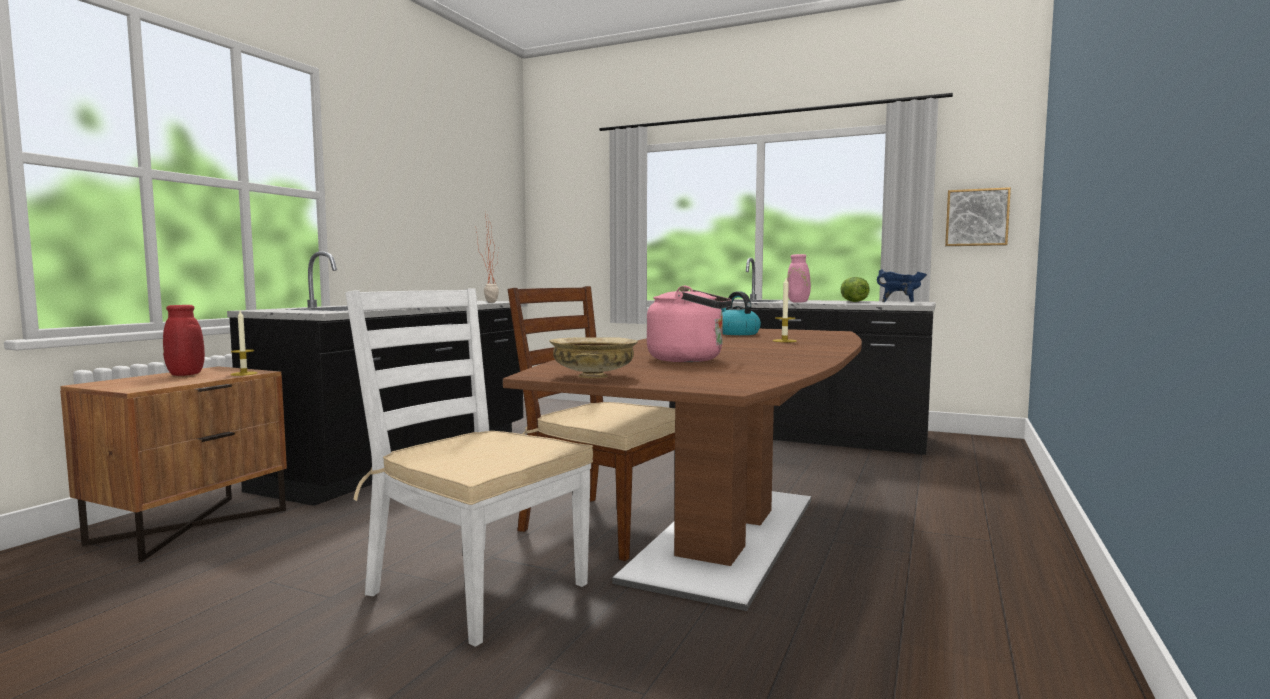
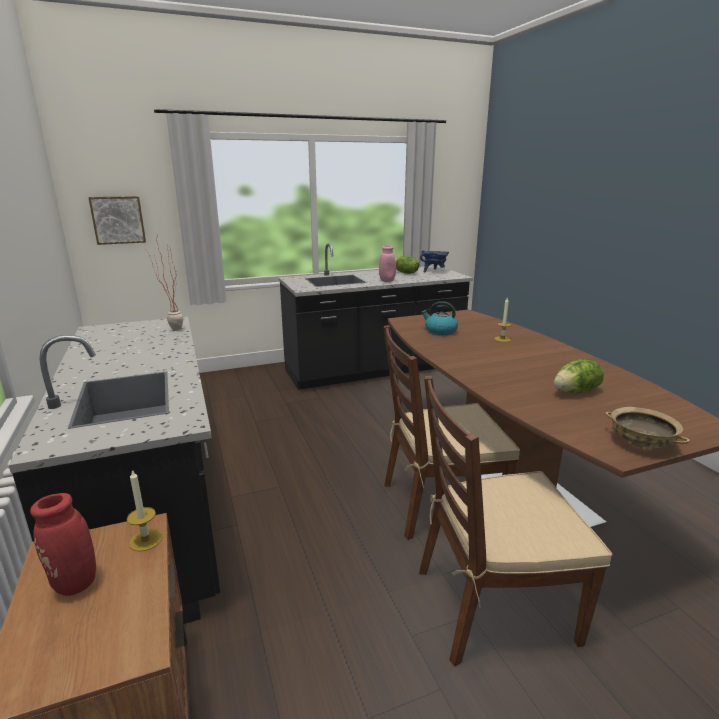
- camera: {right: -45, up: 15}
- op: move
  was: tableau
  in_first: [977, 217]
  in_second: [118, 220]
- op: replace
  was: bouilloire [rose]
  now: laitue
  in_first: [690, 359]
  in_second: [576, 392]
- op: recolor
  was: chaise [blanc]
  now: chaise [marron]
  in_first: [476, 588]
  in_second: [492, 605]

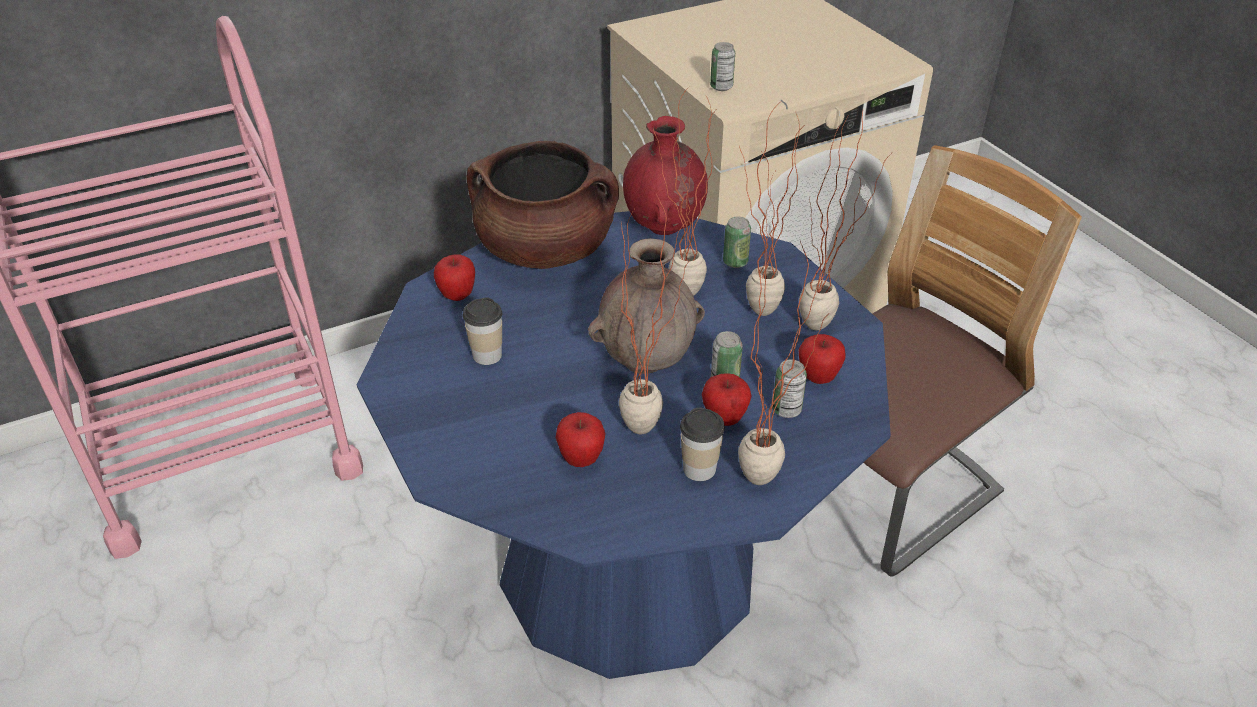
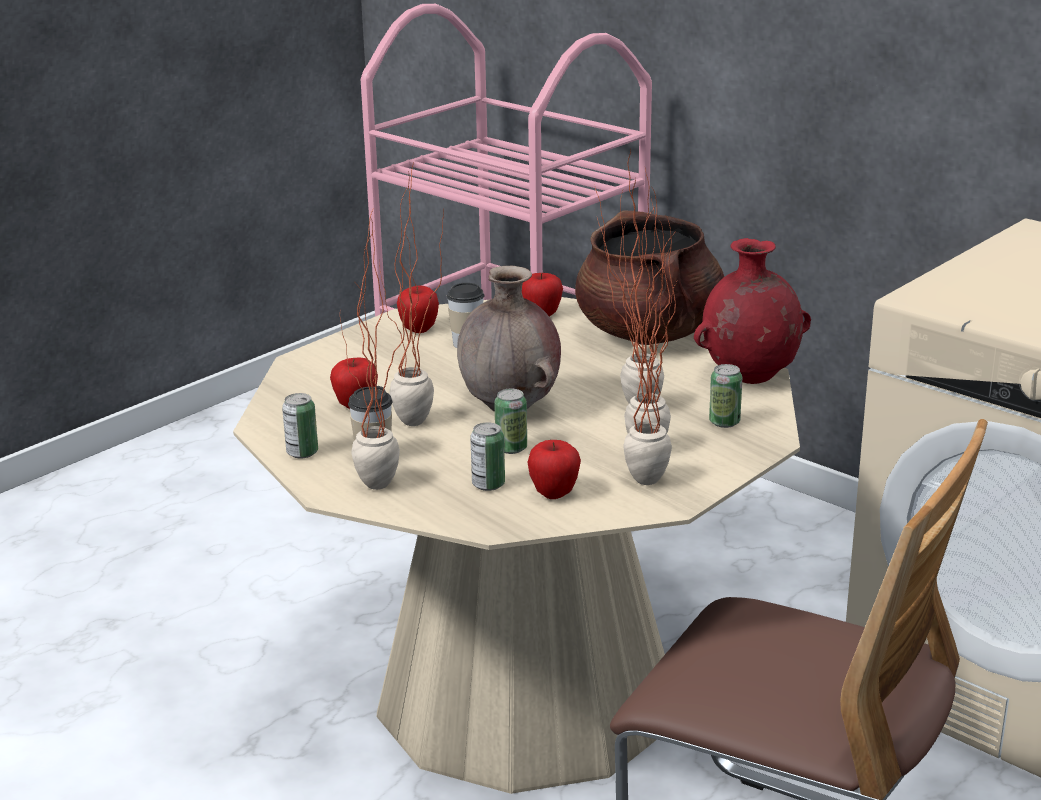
- camera: {right: 70, up: -15}
- op: move
  was: boîte métallique
  in_first: [721, 87]
  in_second: [302, 453]
- op: recolor
  was: table à manger [bleu]
  now: table à manger [beige]
  in_first: [628, 566]
  in_second: [526, 694]
- op: move
  was: pomme
  in_first: [724, 419]
  in_second: [419, 330]

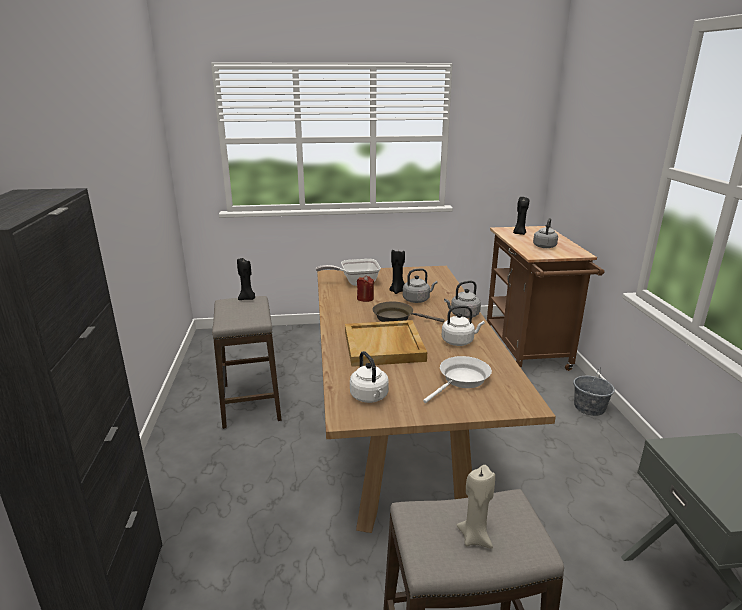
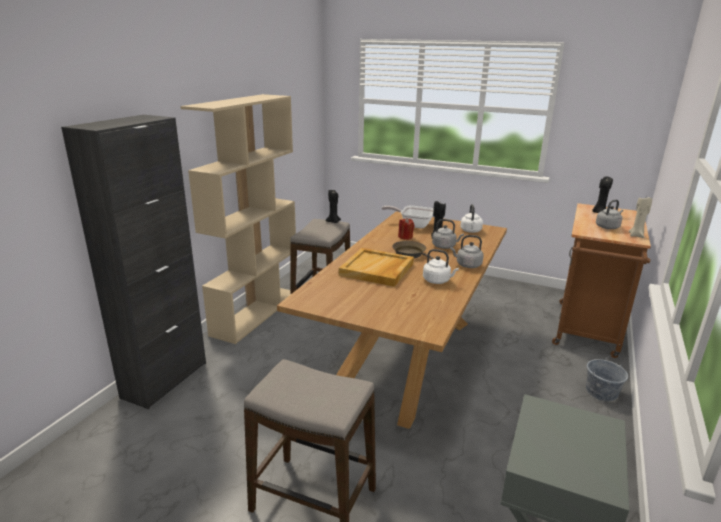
- camera: {right: 30, up: 0}
- op: move
  was: bouilloire [blanc]
  in_first: [370, 397]
  in_second: [471, 231]
- op: delete
  was: poêle [blanc]
  in_first: [462, 380]
- op: move
  was: bougie [beige]
  in_first: [475, 537]
  in_second: [636, 235]
- op: insert
  now: bibliothèque [beige]
  in_second: [256, 312]

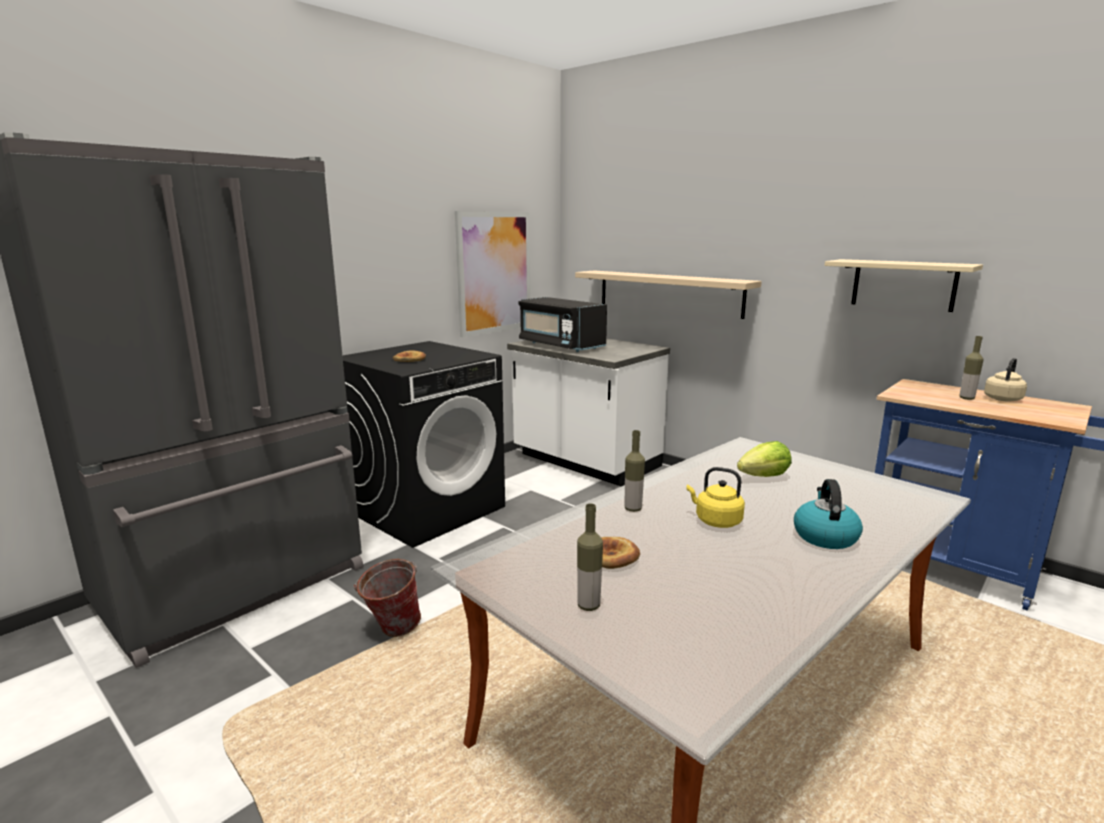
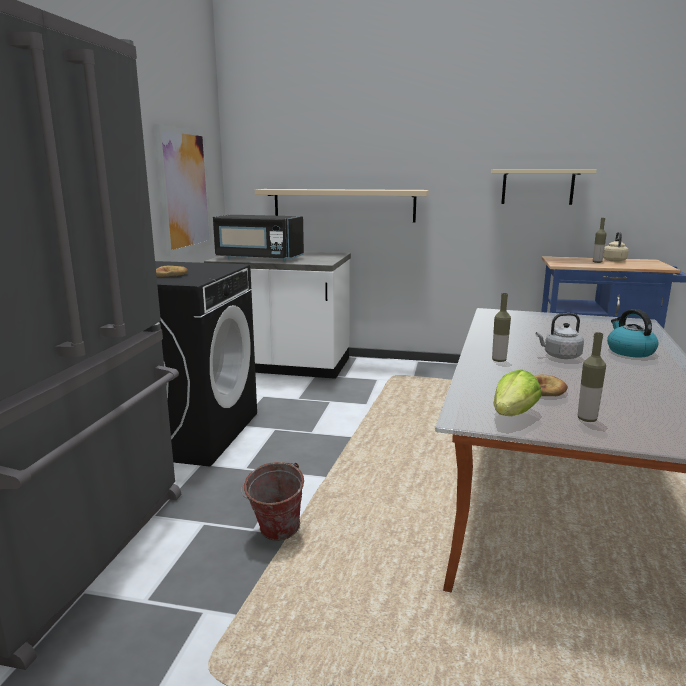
- camera: {right: -30, up: 0}
- op: move
  was: laitue
  in_first: [764, 477]
  in_second: [513, 415]
- op: recolor
  was: bouilloire [jaune]
  now: bouilloire [gris]
  in_first: [715, 521]
  in_second: [560, 356]

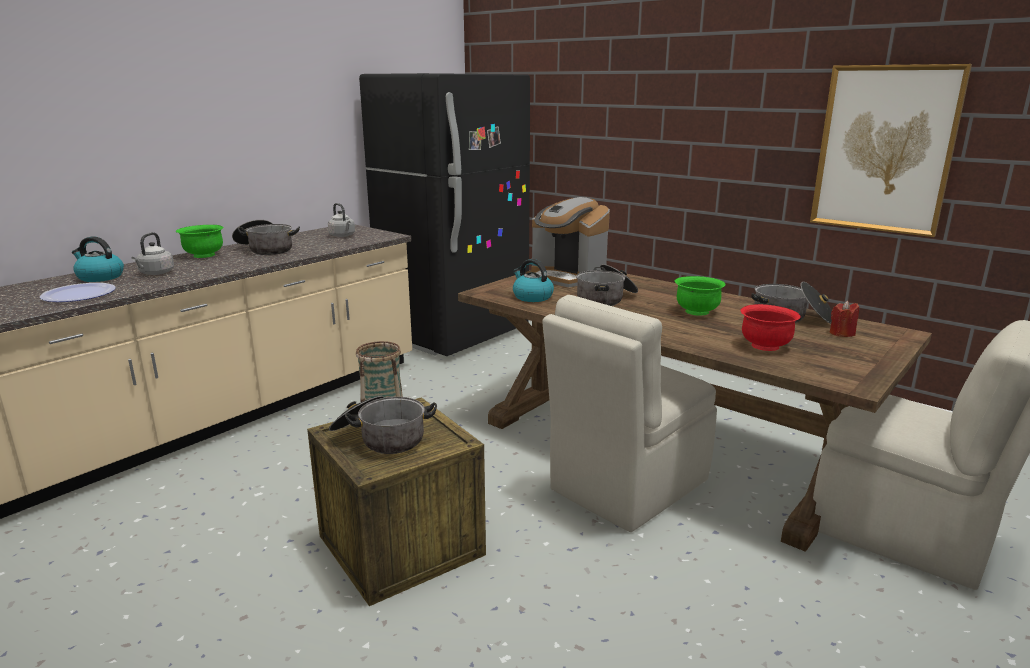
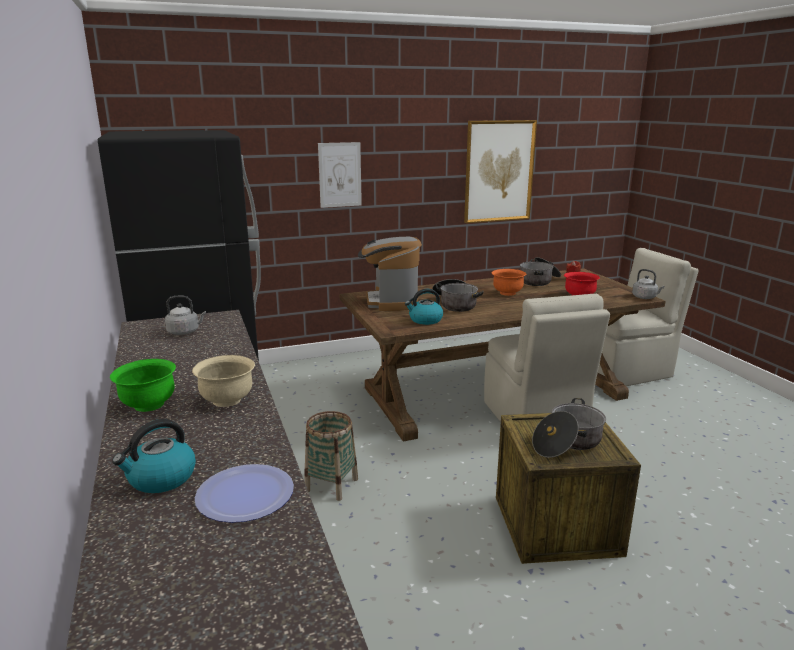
- camera: {right: -60, up: 0}
- op: rotate
  was: machine à café
  in_first: [568, 278]
  in_second: [391, 301]
  clockwise: 105
- op: delete
  was: marmite
  in_first: [266, 249]
- op: move
  was: bouilloire [gris]
  in_first: [155, 273]
  in_second: [645, 297]
- op: recolor
  was: bol [vert]
  now: bol [orange]
  in_first: [697, 312]
  in_second: [507, 293]
- op: insert
  now: tableau
  in_second: [340, 175]
- op: insert
  now: bol [beige]
  in_second: [227, 400]

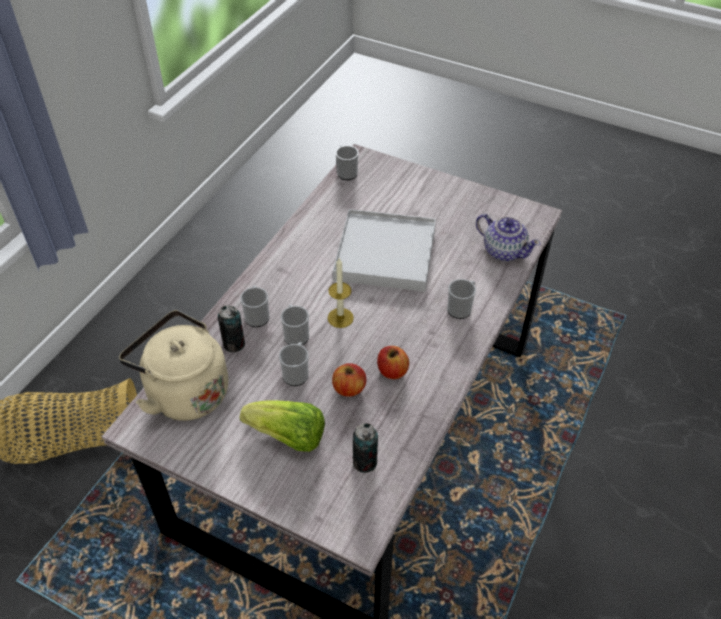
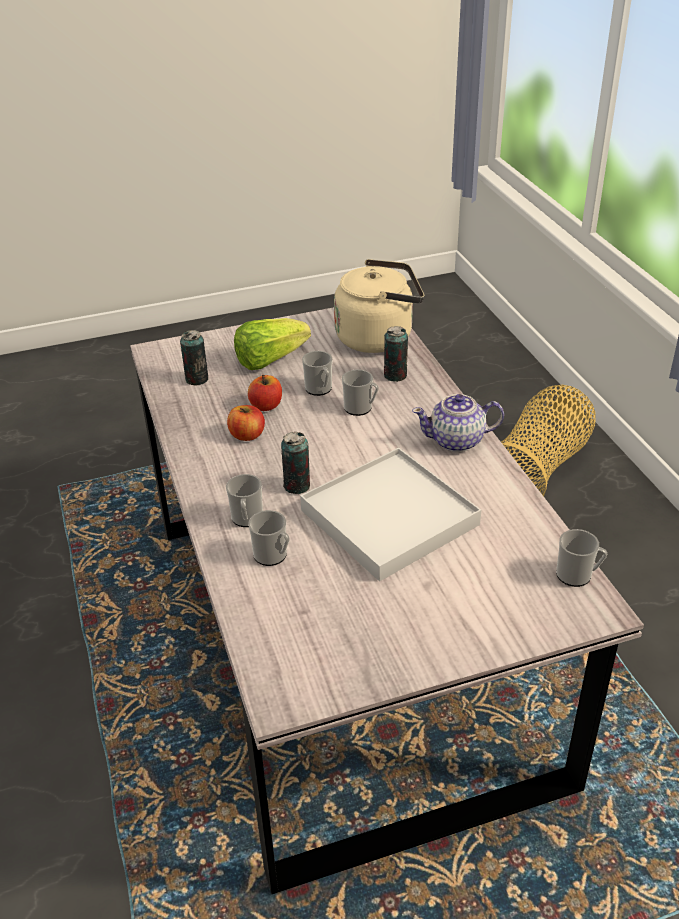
- camera: {right: 135, up: -10}
- op: move
  was: théière
  in_first: [503, 250]
  in_second: [457, 441]
- op: delete
  was: bougie
  in_first: [340, 318]
- op: move
  was: mug
  in_first: [257, 316]
  in_second: [273, 556]
- op: insert
  now: boîte métallique
  in_second: [297, 486]

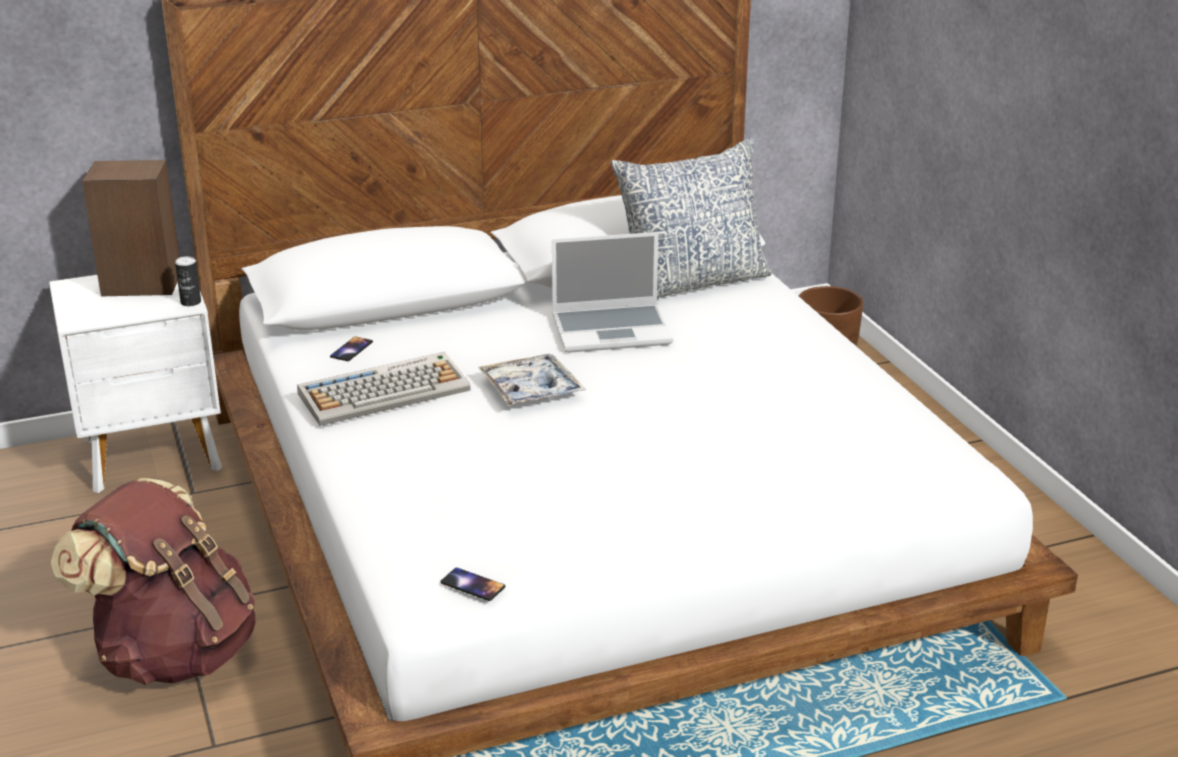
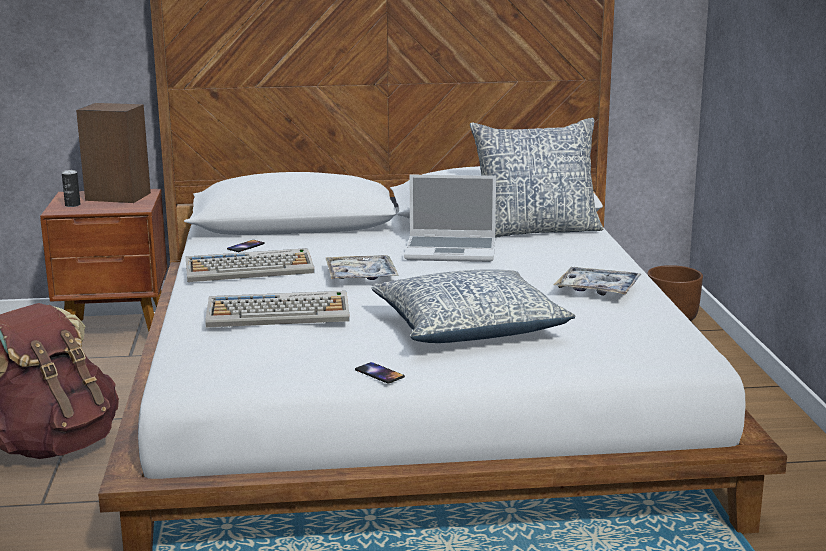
- camera: {right: 15, up: -10}
- op: move
  was: boîte métallique
  in_first: [191, 302]
  in_second: [72, 205]
- op: recolor
  was: table de chevet [blanc]
  now: table de chevet [marron]
  in_first: [154, 455]
  in_second: [117, 332]
- op: move
  was: téléphone
  in_first: [473, 585]
  in_second: [379, 373]
- op: insert
  now: plateau
  in_second: [597, 289]
- op: insert
  now: coussin
  in_second: [469, 328]
- op: insert
  now: clavier
  in_second: [279, 312]

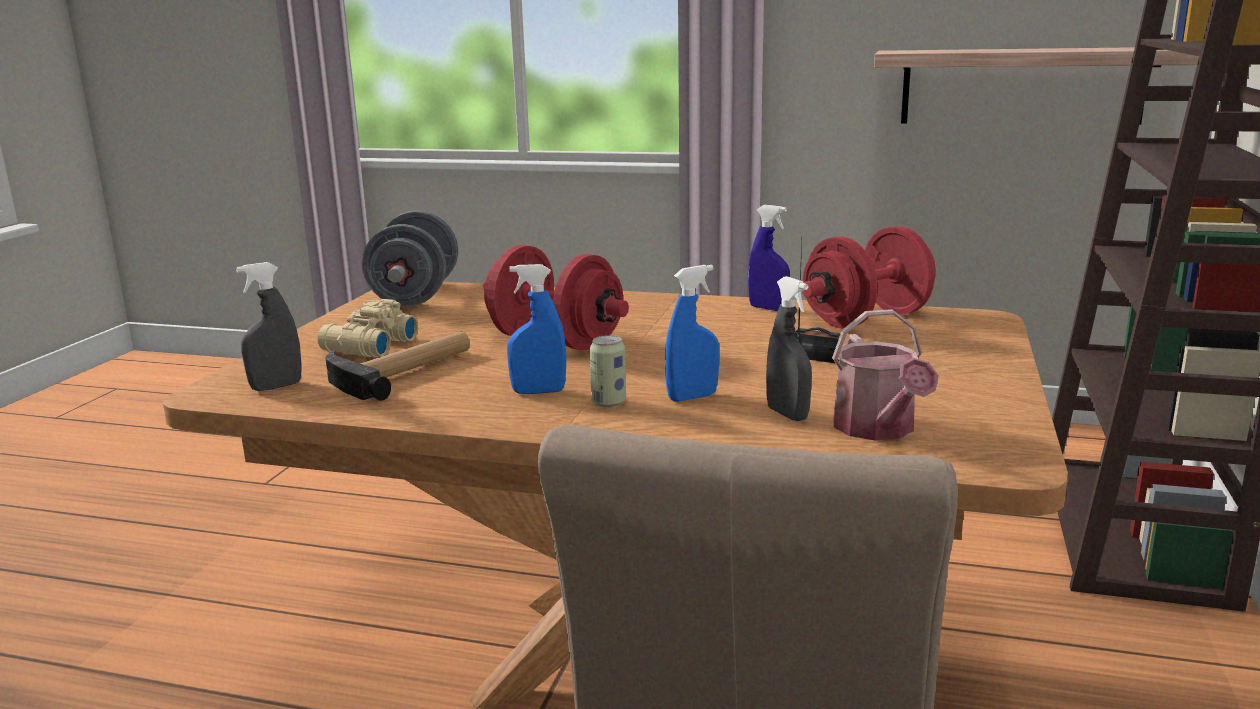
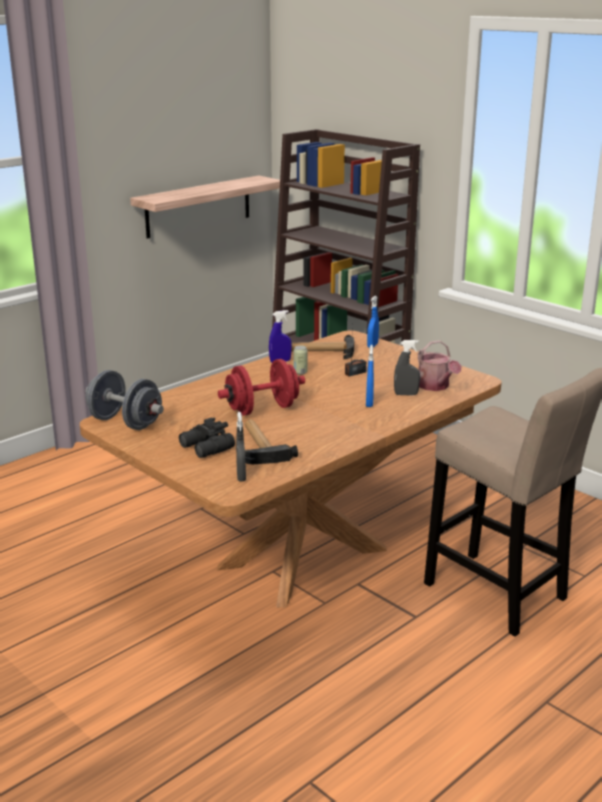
- camera: {right: -60, up: 5}
- op: replace
  was: haltère [rouge]
  now: marteau
  in_first: [867, 319]
  in_second: [322, 352]
- op: move
  was: vaporisateur [bleu]
  in_first: [538, 392]
  in_second: [372, 345]
- op: recolor
  was: jumelles [beige]
  now: jumelles [noir]
  in_first: [367, 346]
  in_second: [206, 448]
- op: rotate
  was: arrosoir
  in_first: [878, 429]
  in_second: [435, 386]
  clockwise: 45
- op: move
  was: boîte métallique
  in_first: [608, 402]
  in_second: [300, 372]

